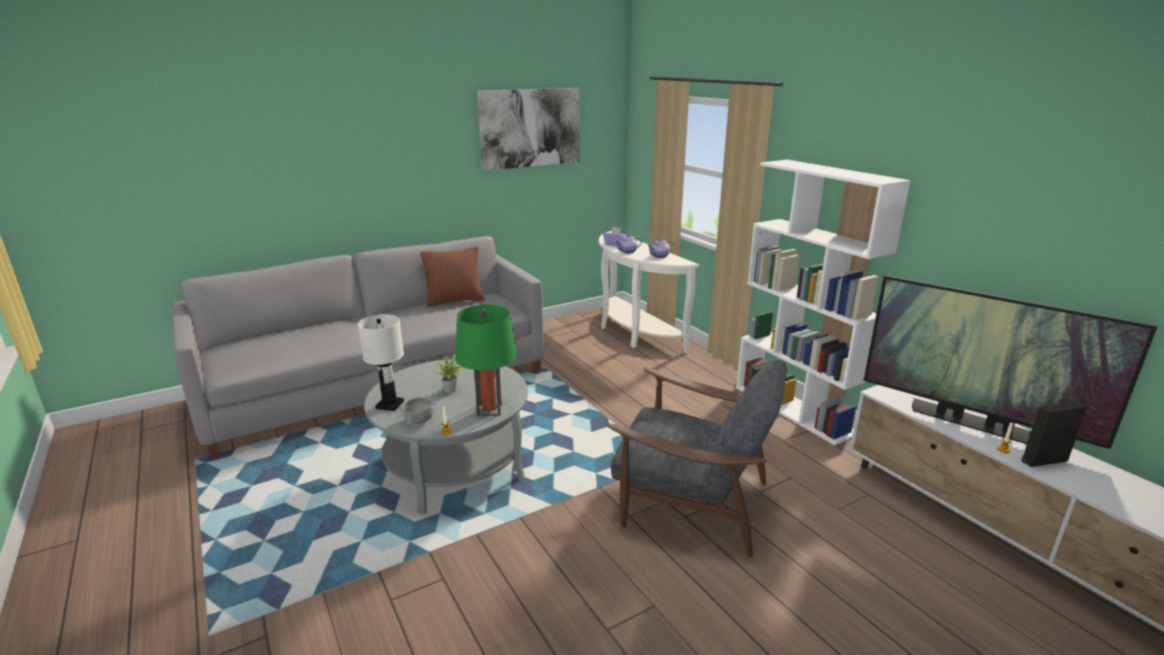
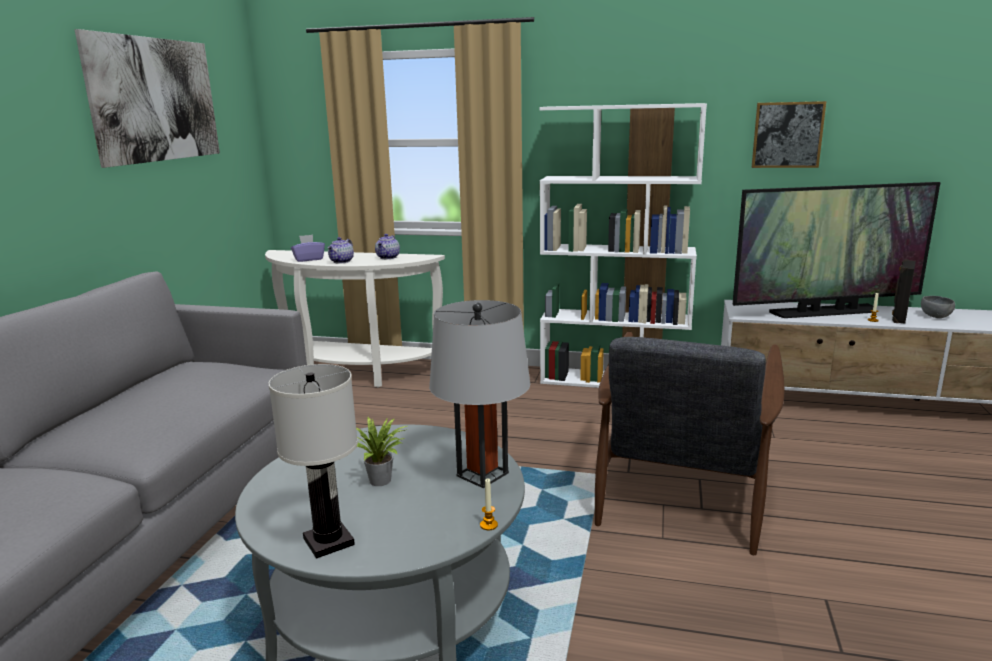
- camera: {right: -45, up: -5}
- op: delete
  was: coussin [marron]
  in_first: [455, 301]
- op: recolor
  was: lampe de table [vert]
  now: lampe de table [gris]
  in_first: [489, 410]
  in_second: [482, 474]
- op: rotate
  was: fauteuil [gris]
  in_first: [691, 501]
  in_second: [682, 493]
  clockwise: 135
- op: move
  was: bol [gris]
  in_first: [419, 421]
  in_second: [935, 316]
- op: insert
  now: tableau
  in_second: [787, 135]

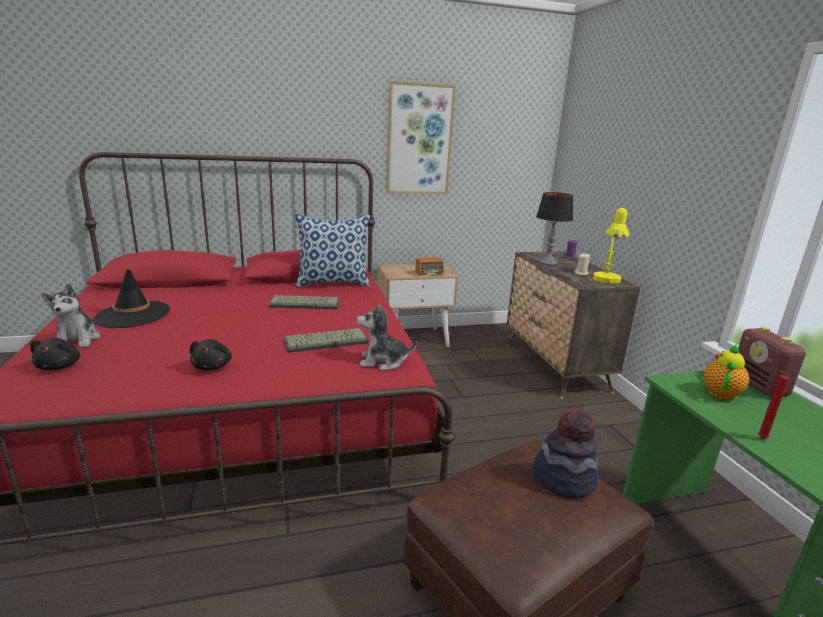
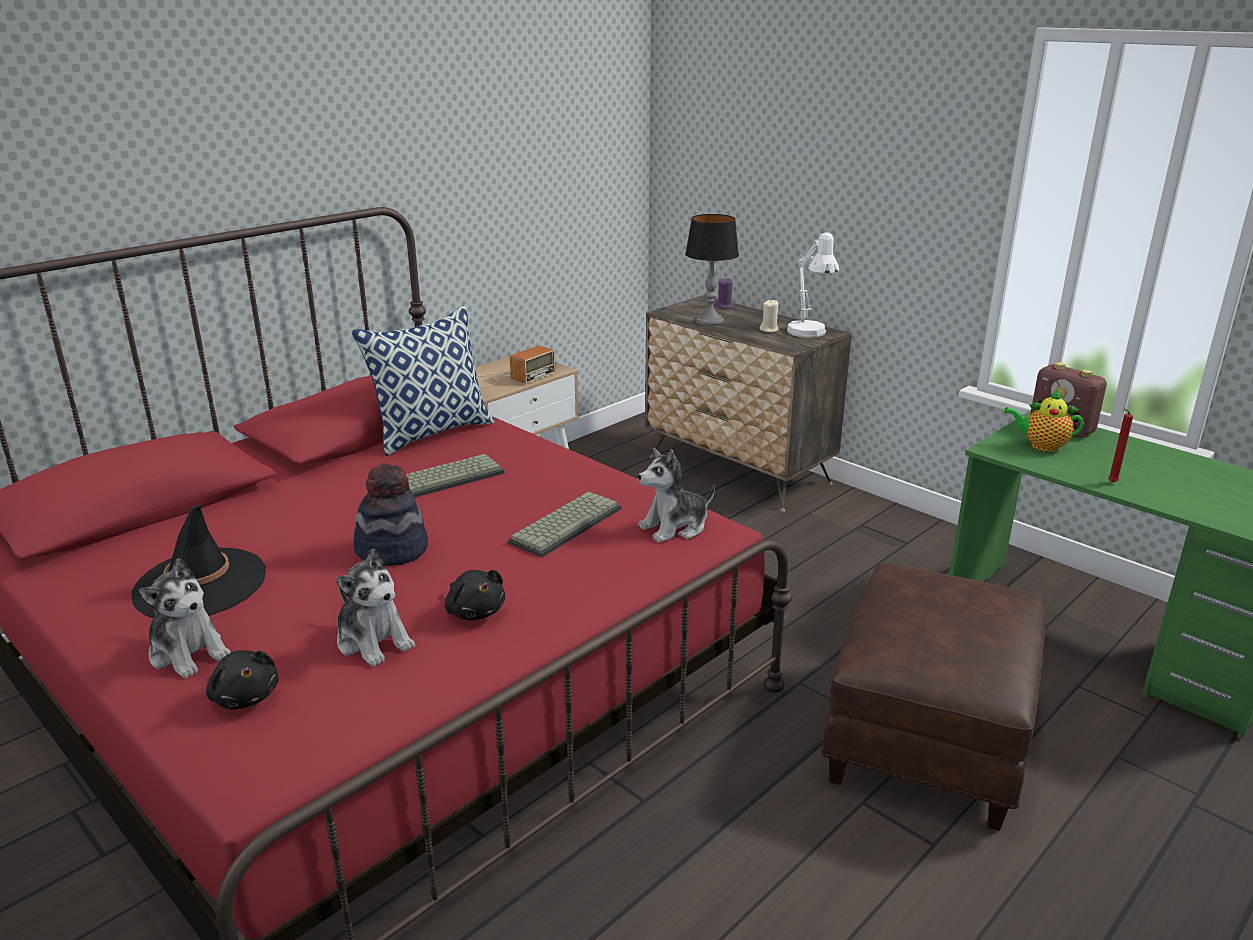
- camera: {right: -30, up: 5}
- op: delete
  was: tableau
  in_first: [419, 140]
- op: recolor
  was: lampe de table [jaune]
  now: lampe de table [blanc]
  in_first: [606, 281]
  in_second: [809, 334]
- op: rotate
  was: théière
  in_first: [721, 392]
  in_second: [1041, 446]
  clockwise: -75
- op: move
  was: chapeau
  in_first: [563, 479]
  in_second: [392, 549]
- op: insert
  now: peluche
  in_second: [374, 641]

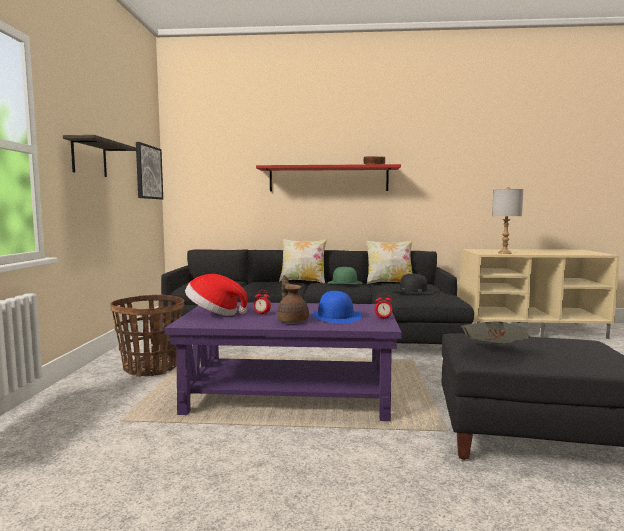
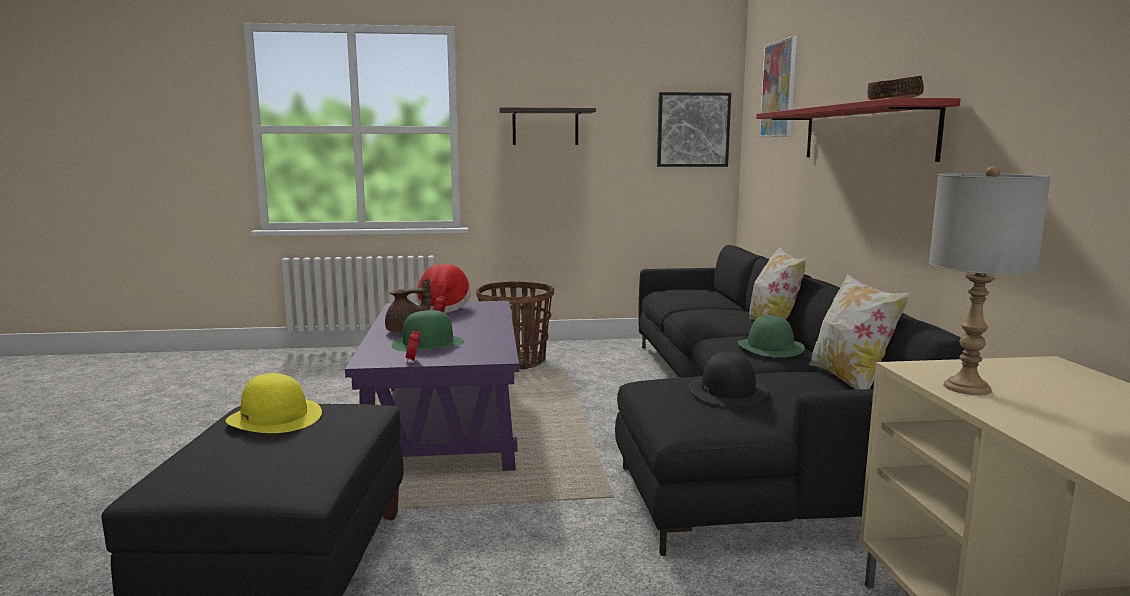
- camera: {right: 80, up: 5}
- op: recolor
  was: chapeau [bleu]
  now: chapeau [vert]
  in_first: [336, 316]
  in_second: [427, 343]
- op: replace
  was: journal
  now: chapeau [jaune]
  in_first: [494, 350]
  in_second: [275, 417]
- op: insert
  now: tableau
  in_second: [778, 89]

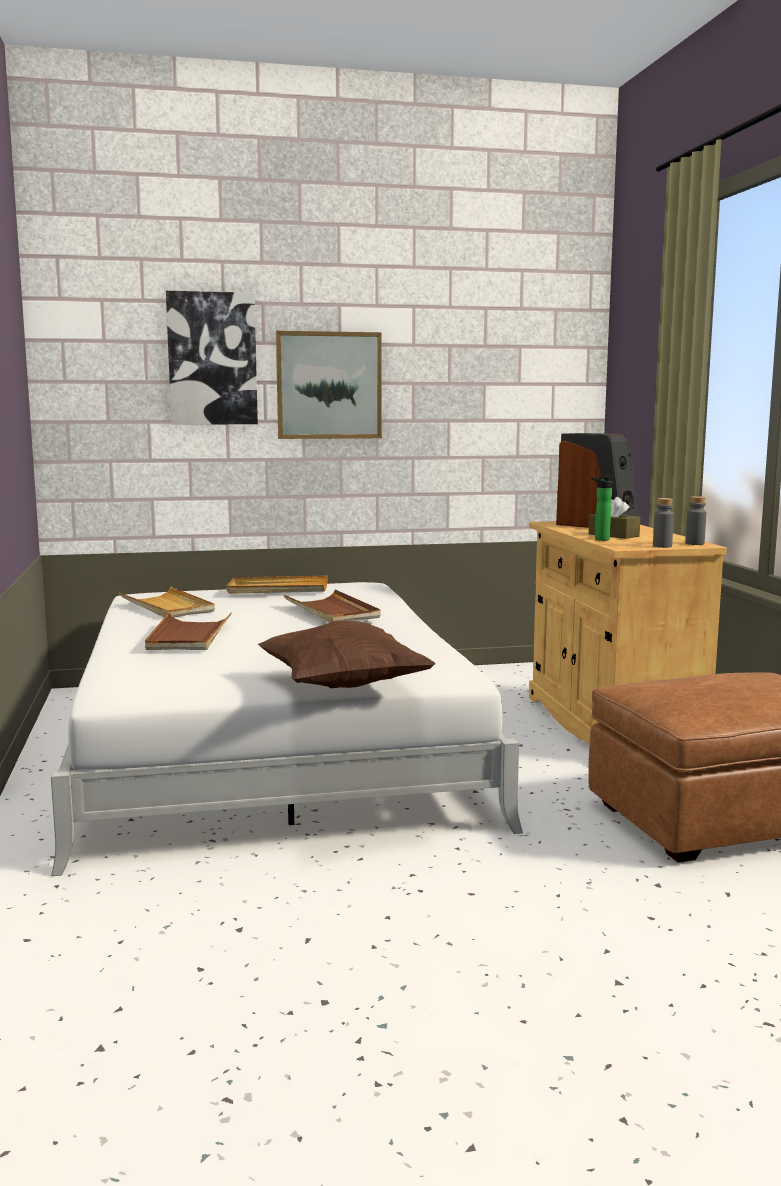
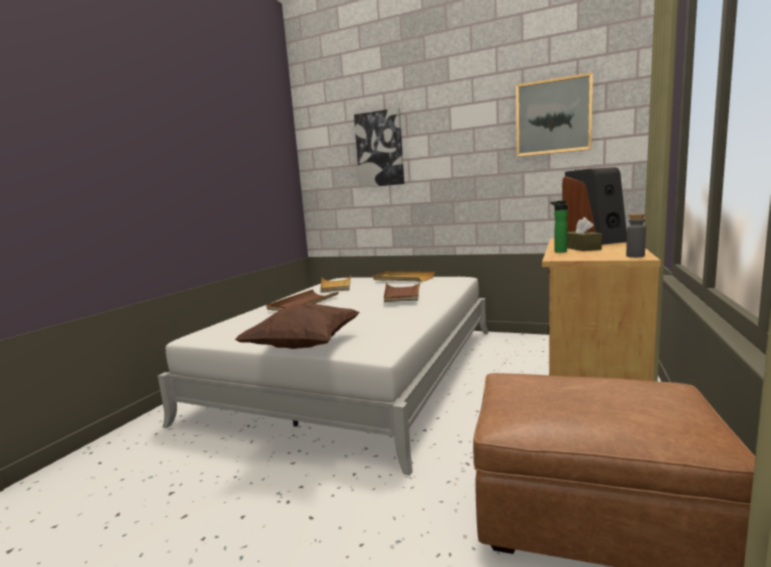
- camera: {right: 35, up: 0}
- op: move
  was: tableau
  in_first: [329, 385]
  in_second: [553, 117]
- op: delete
  was: bouteille [gris]
  in_first: [662, 546]

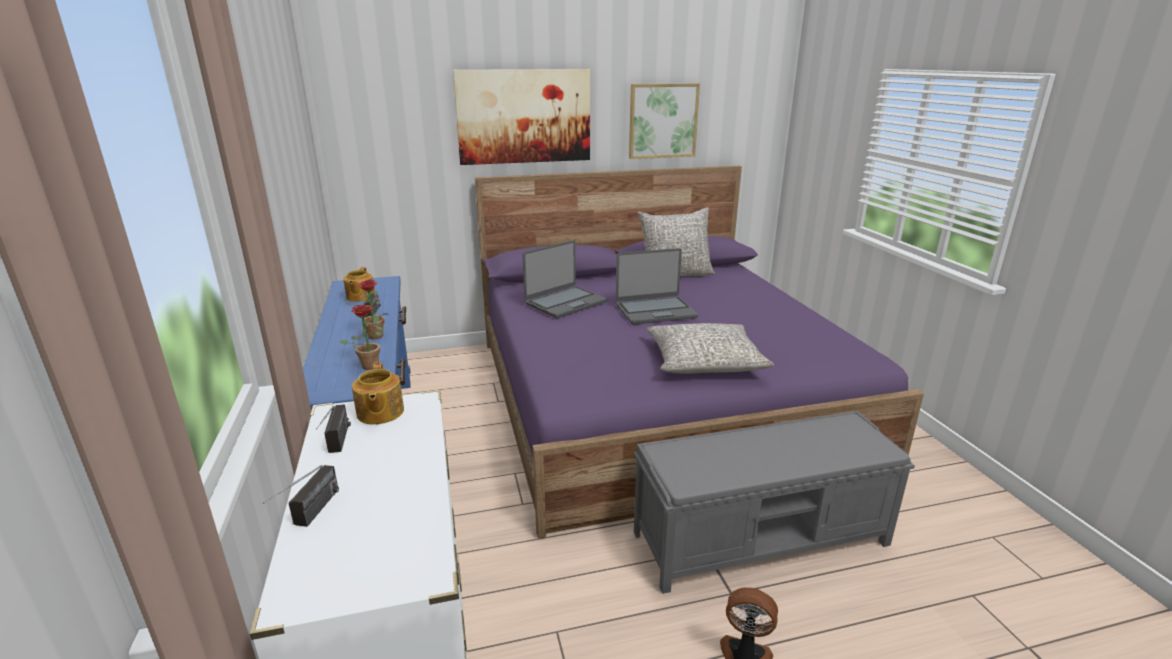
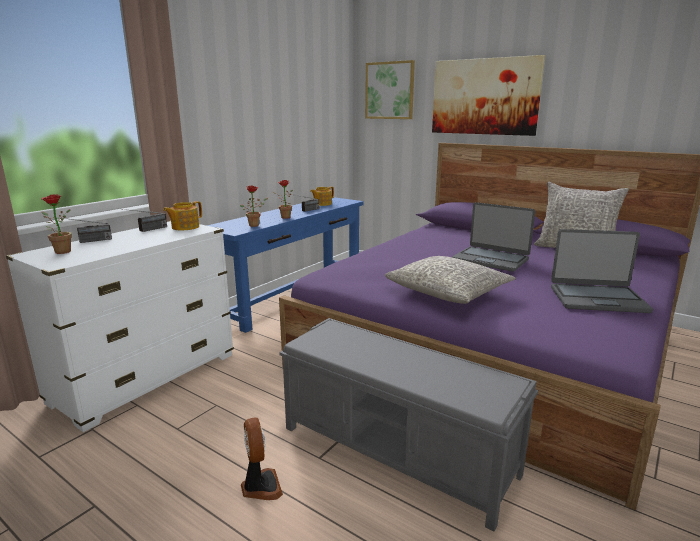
- camera: {right: 50, up: -5}
- op: move
  was: tableau
  in_first: [663, 121]
  in_second: [389, 90]
- op: move
  was: ordinateur portable
  in_first: [565, 303]
  in_second: [597, 299]
- op: insert
  now: plante en pot
  in_second: [60, 251]

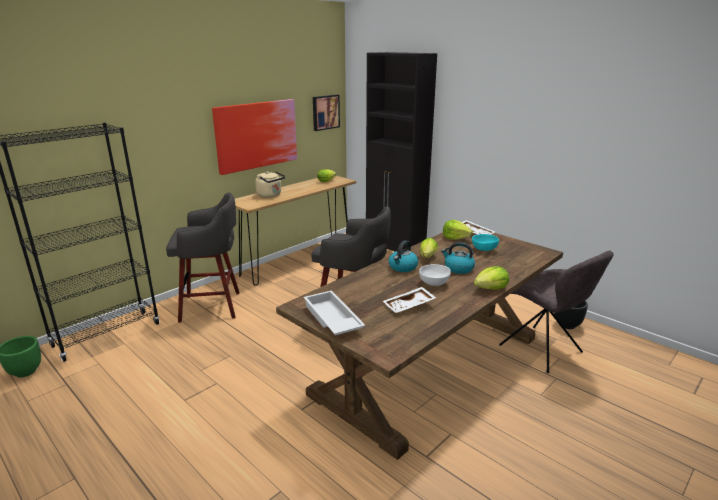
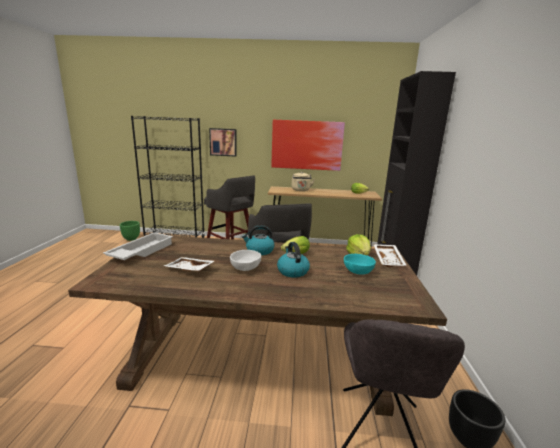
- camera: {right: 50, up: -5}
- op: move
  was: tableau
  in_first: [325, 112]
  in_second: [223, 142]
- op: delete
  was: laitue
  in_first: [491, 288]

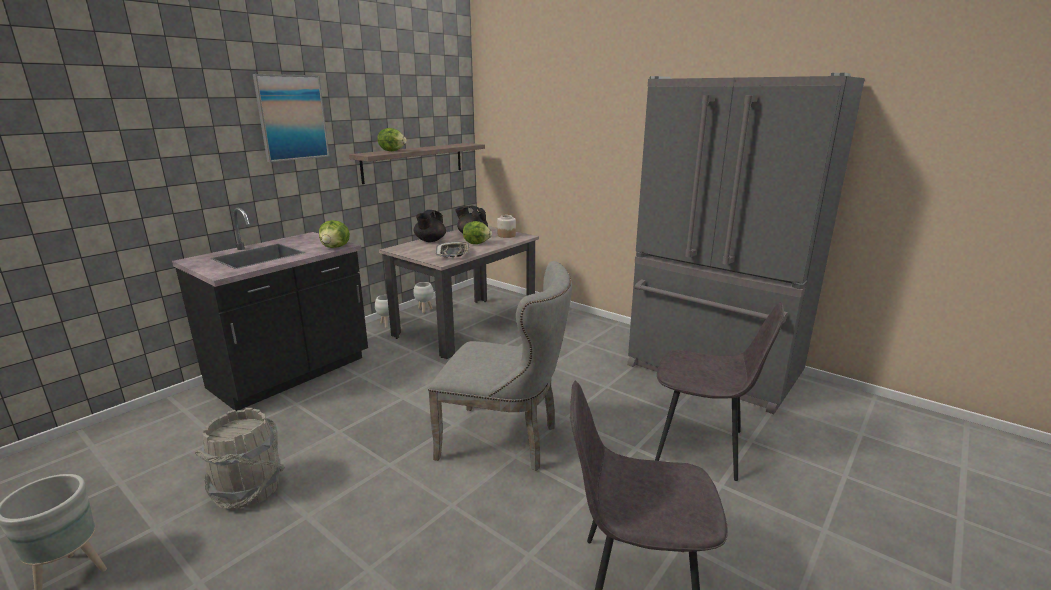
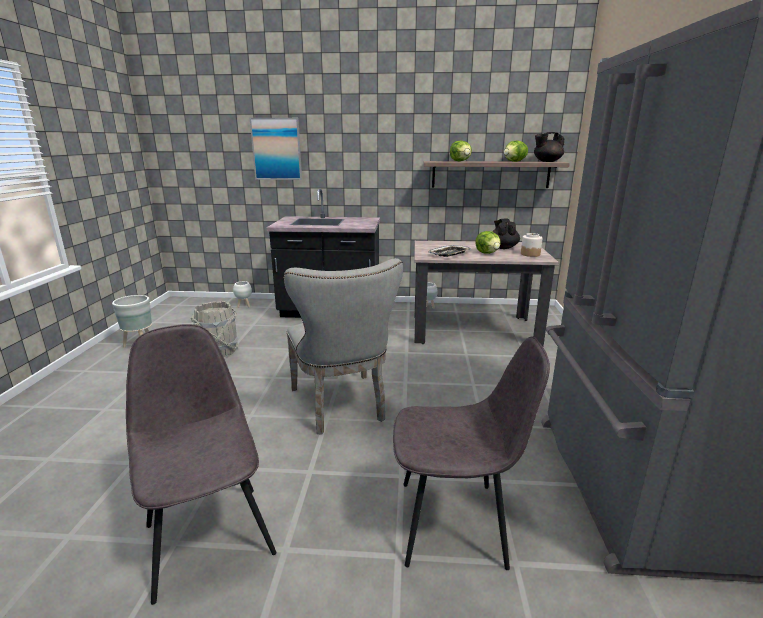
- camera: {right: 55, up: 0}
- op: move
  was: tableau
  in_first: [292, 117]
  in_second: [276, 149]
- op: move
  was: théière [noir]
  in_first: [430, 240]
  in_second: [547, 161]
- op: move
  was: laitue
  in_first: [336, 247]
  in_second: [515, 161]
- op: move
  was: cache-pot [blanc]
  in_first: [424, 310]
  in_second: [244, 306]
- op: rotate
  was: chaise [gris]
  in_first: [702, 447]
  in_second: [455, 523]
  clockwise: -75

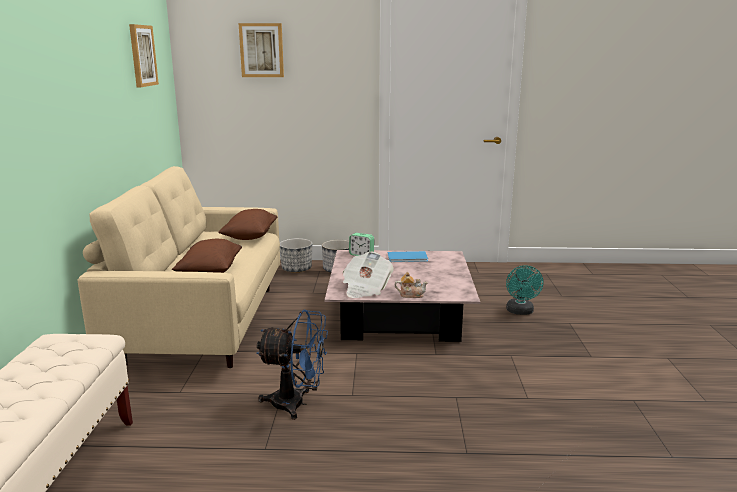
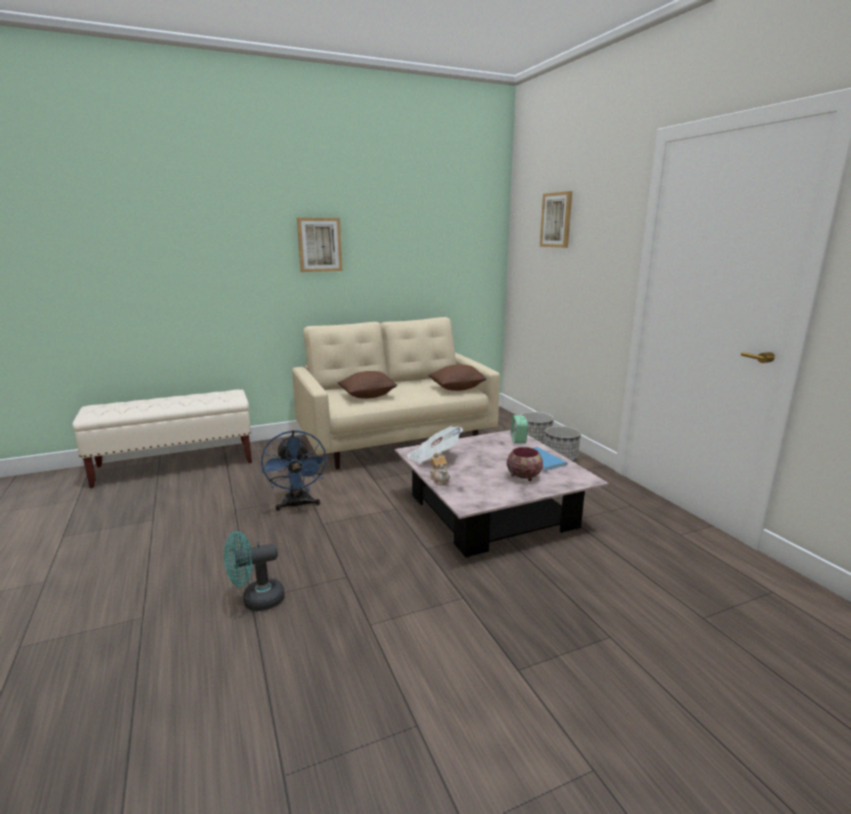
- camera: {right: 65, up: 0}
- op: move
  was: tableau
  in_first: [142, 55]
  in_second: [319, 245]
- op: move
  was: ventilateur [turquoise]
  in_first: [520, 312]
  in_second: [256, 600]
- op: insert
  now: bol
  in_second: [523, 476]

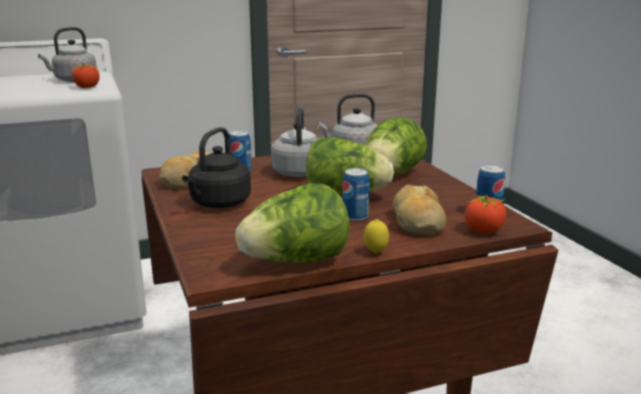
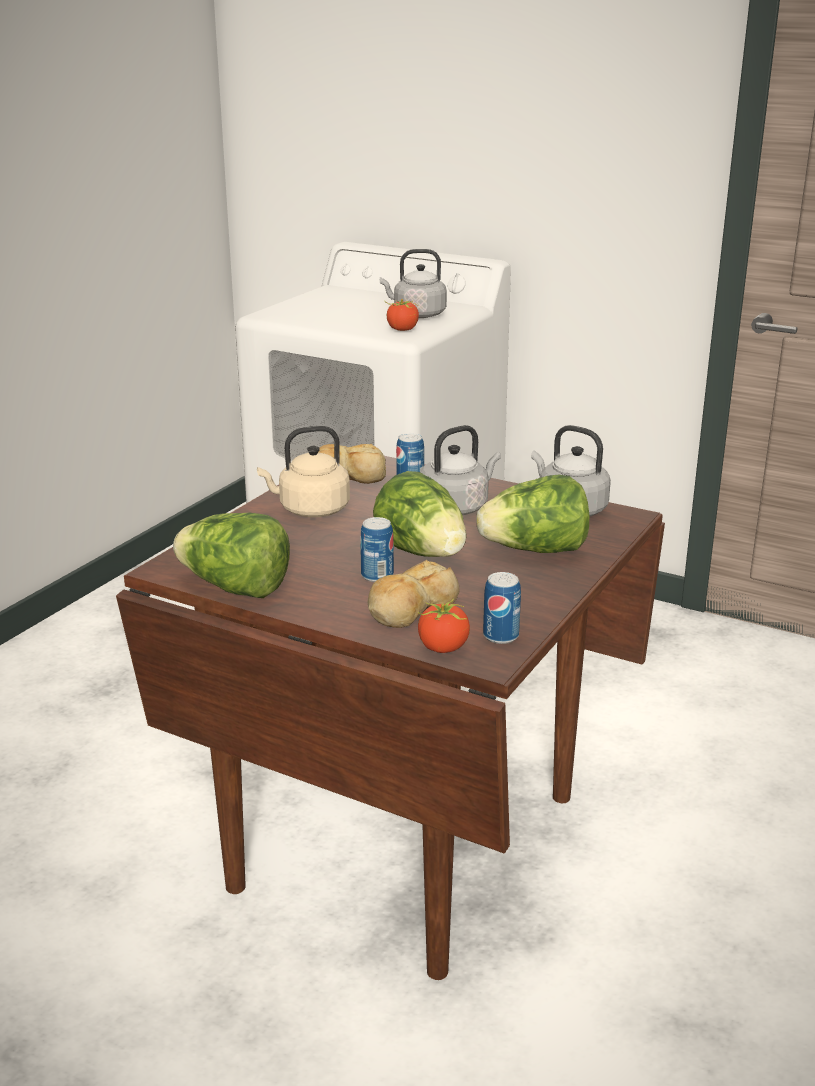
- camera: {right: 50, up: 5}
- op: recolor
  was: bouilloire [noir]
  now: bouilloire [beige]
  in_first: [218, 204]
  in_second: [310, 510]
- op: delete
  was: citron
  in_first: [375, 253]

